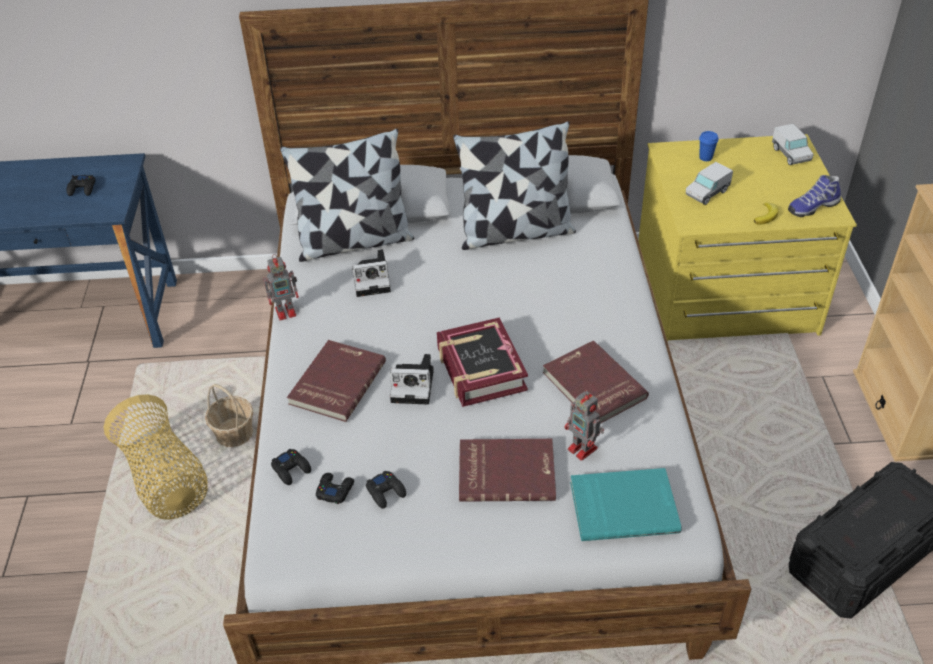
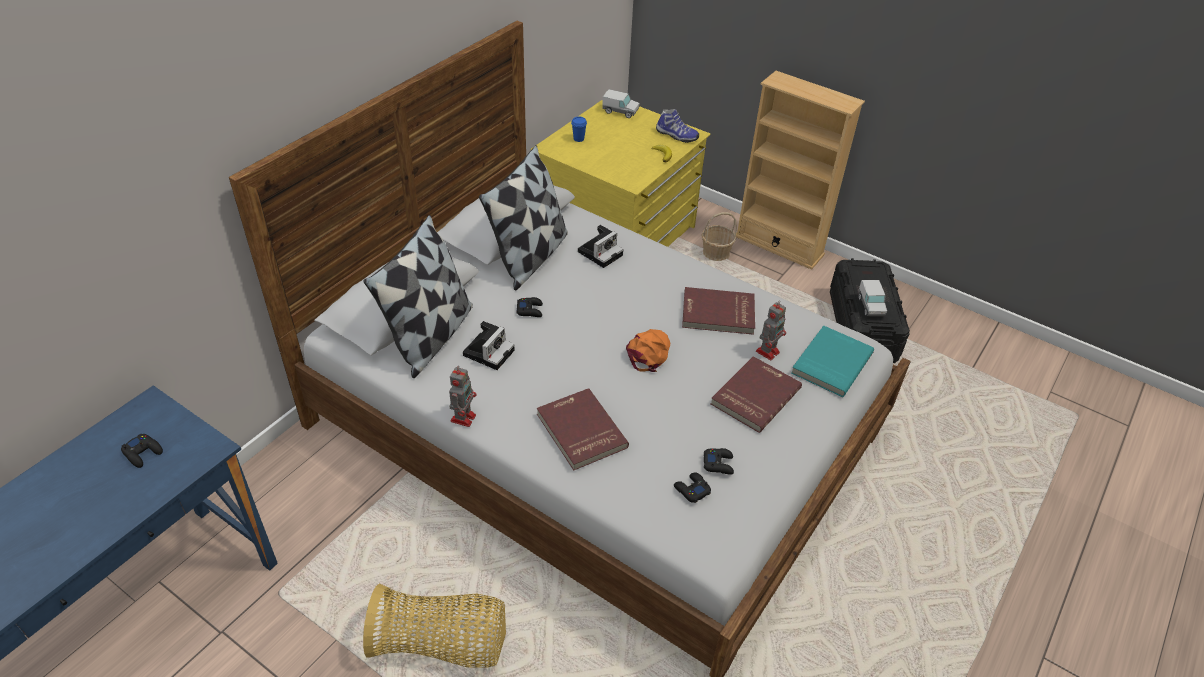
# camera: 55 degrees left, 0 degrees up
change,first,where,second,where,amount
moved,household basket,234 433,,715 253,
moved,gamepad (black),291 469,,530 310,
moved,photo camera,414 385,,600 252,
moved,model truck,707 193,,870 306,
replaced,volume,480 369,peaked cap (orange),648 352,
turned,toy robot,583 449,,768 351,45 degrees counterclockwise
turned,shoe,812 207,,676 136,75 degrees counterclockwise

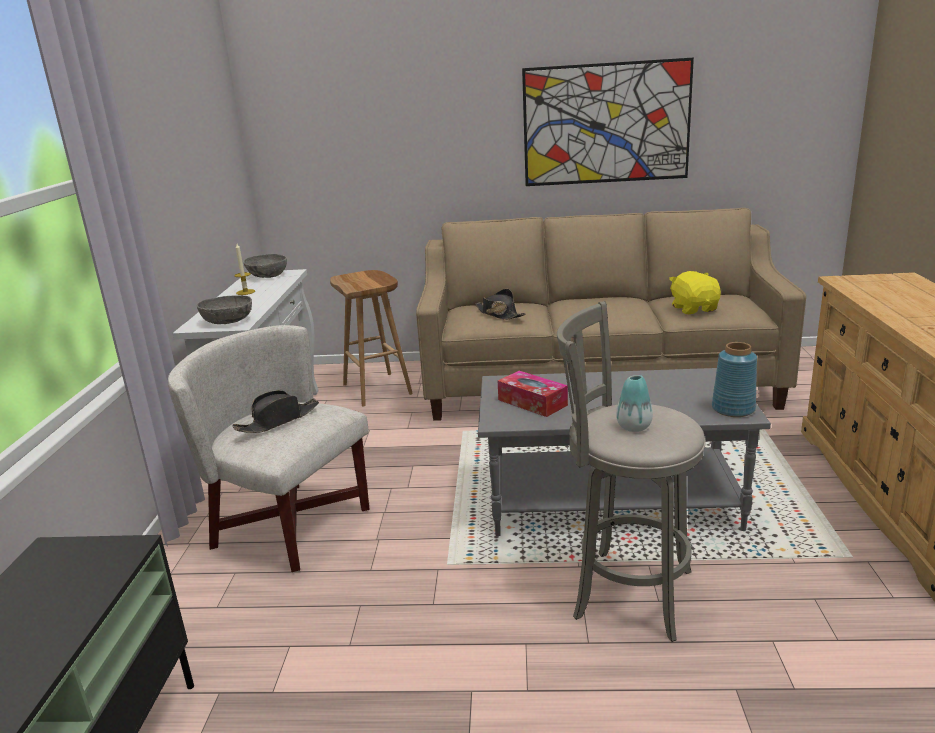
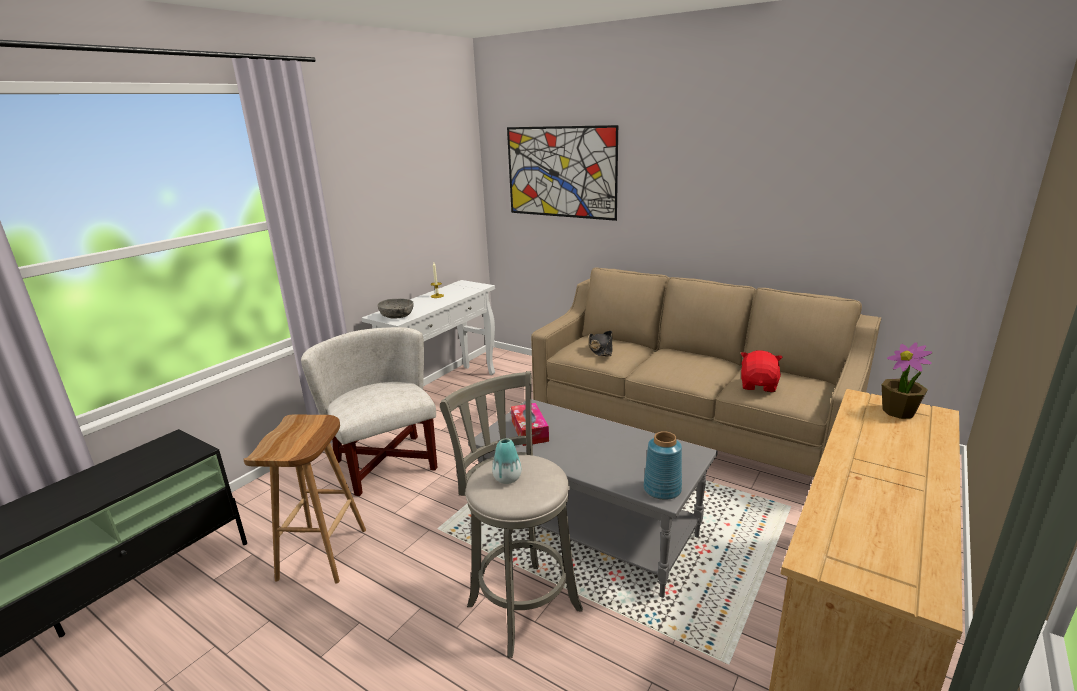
# camera: 30 degrees right, 0 degrees up
change,first,where,second,where,amount
removed,clothing hat (black),278 420,,,
removed,bowl (grey),267 275,,,
added,,,potted plant,899 412,
moved,sitting stool (brown),378 389,,323 555,
moved,wall art,606 124,,560 172,
recoloured,soft toy (yellow-coloured),694 309,soft toy (red),759 385,

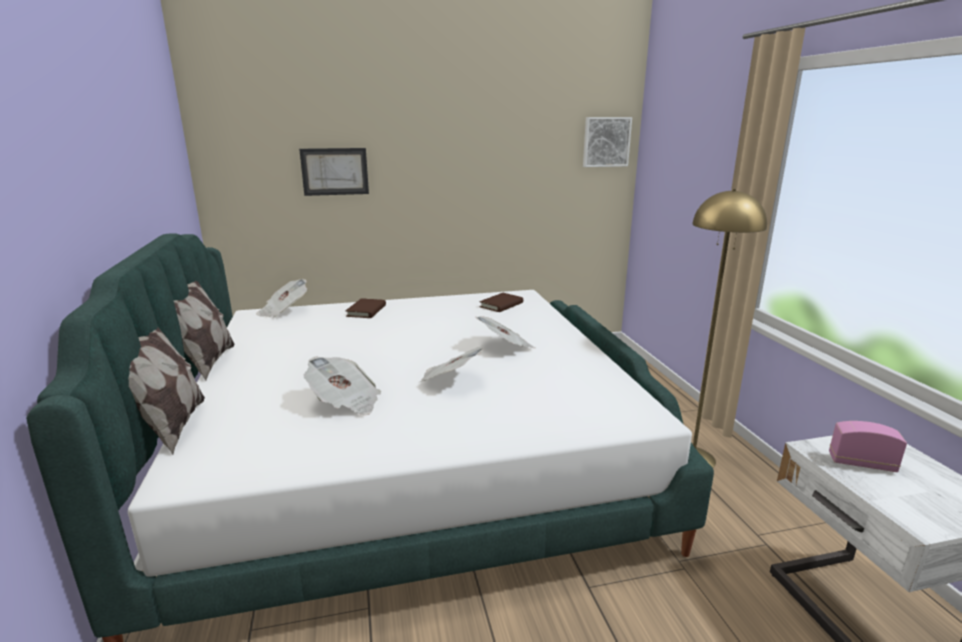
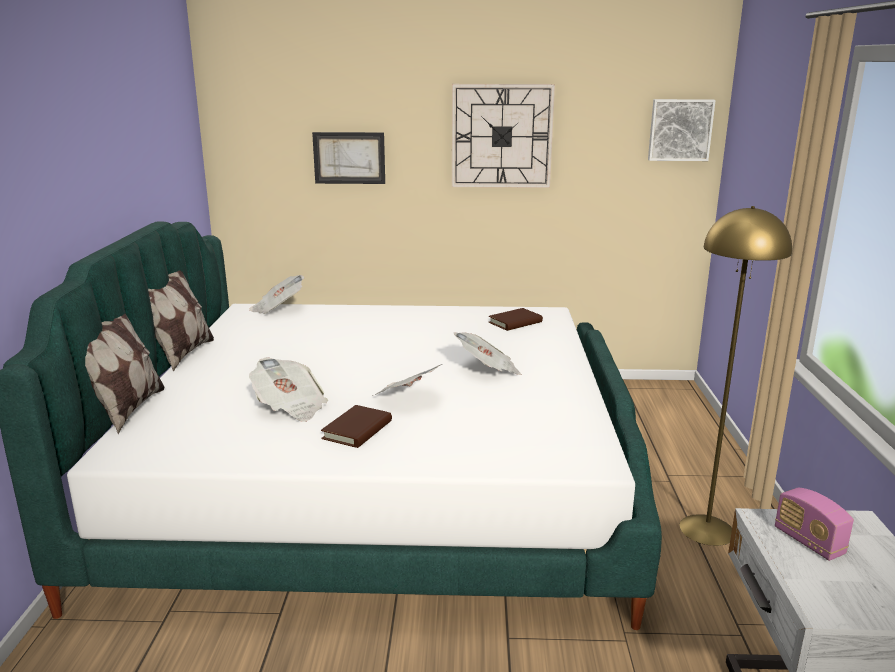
# camera: 15 degrees right, 0 degrees up
change,first,where,second,where,amount
added,,,clock on the wall,501 136,
moved,volume (brown),366 311,,357 430,
turned,radio,861 463,,808 542,150 degrees counterclockwise

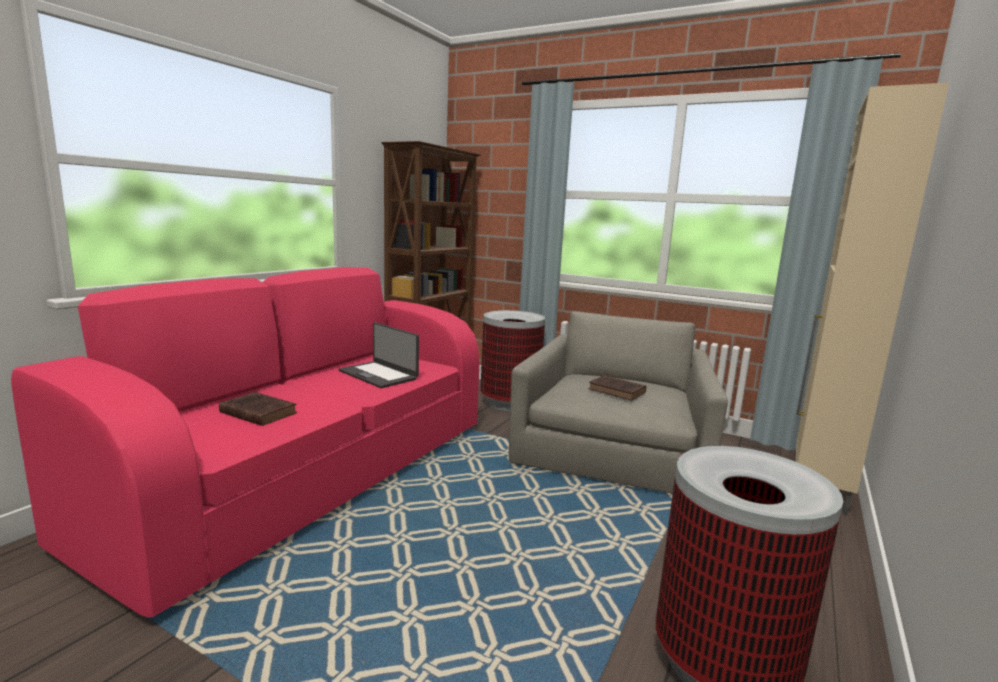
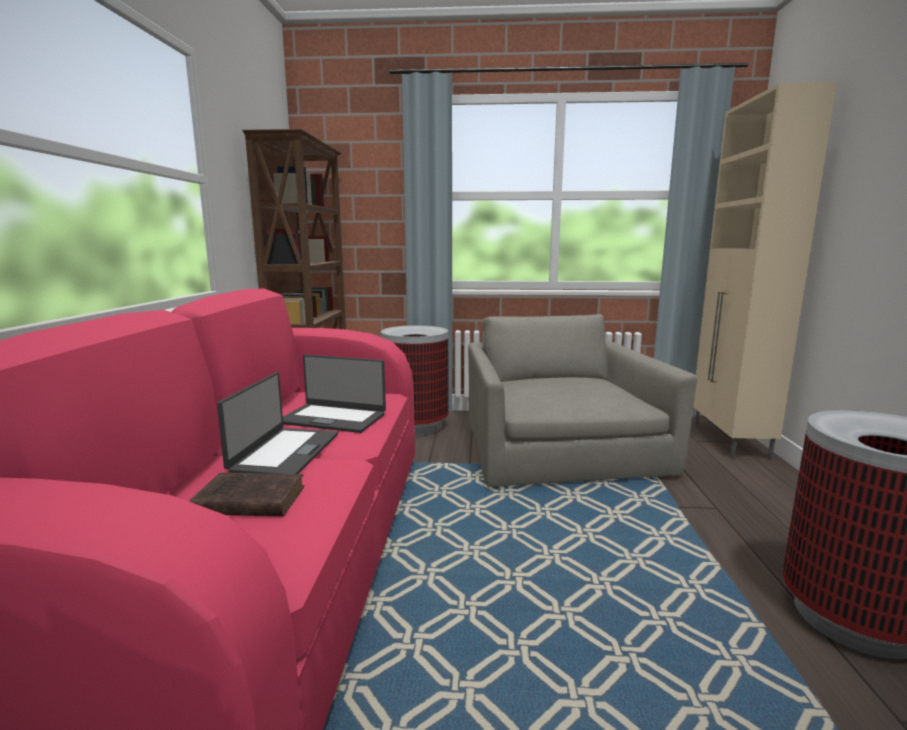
# camera: 25 degrees left, 0 degrees up
change,first,where,second,where,amount
removed,volume (brown),618 391,,,
added,,,notebook computer,284 452,

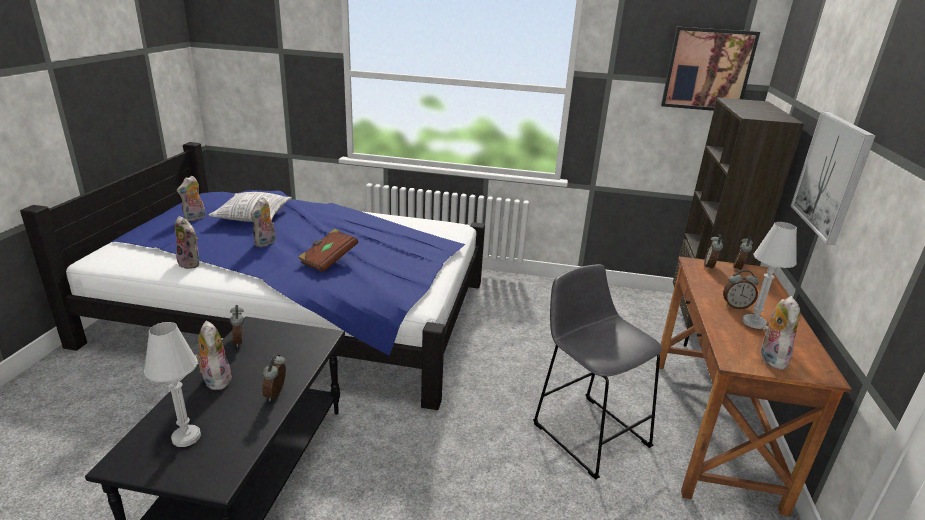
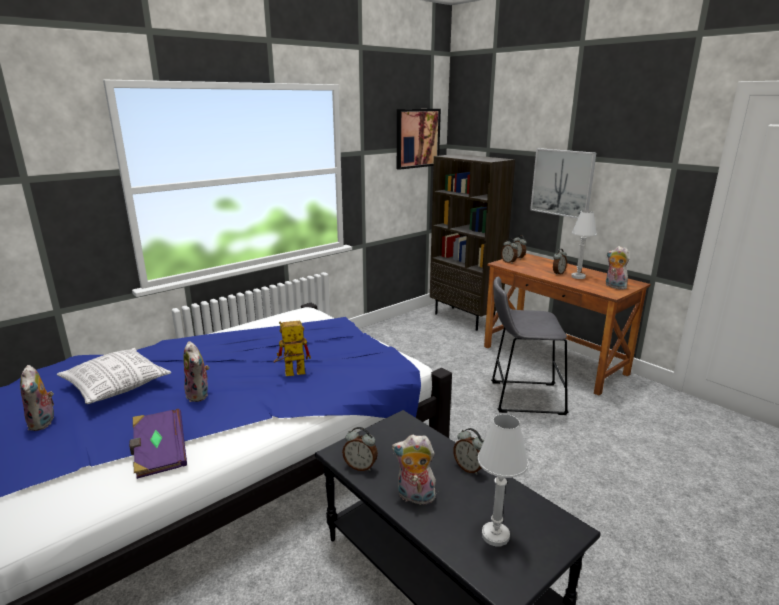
# camera: 50 degrees left, 5 degrees down
change,first,where,second,where,amount
replaced,soft toy,191 263,volume (purple-coloured),159 454,
replaced,volume (brown),328 260,toy robot,290 374,

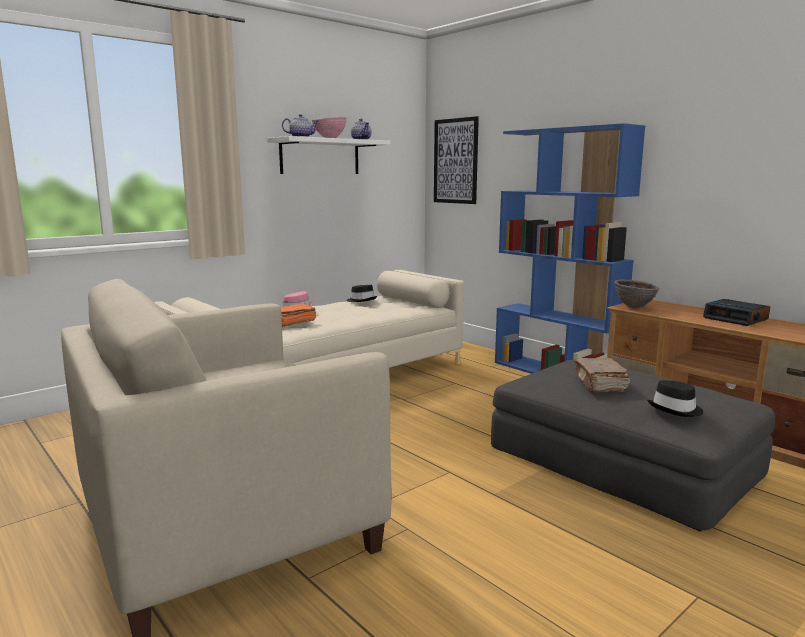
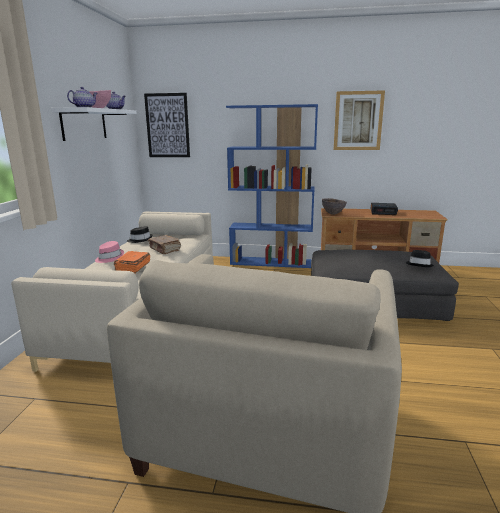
# camera: 40 degrees left, 5 degrees up
change,first,where,second,where,amount
added,,,wall art,358 121,
moved,volume (brown),600 384,,165 249,

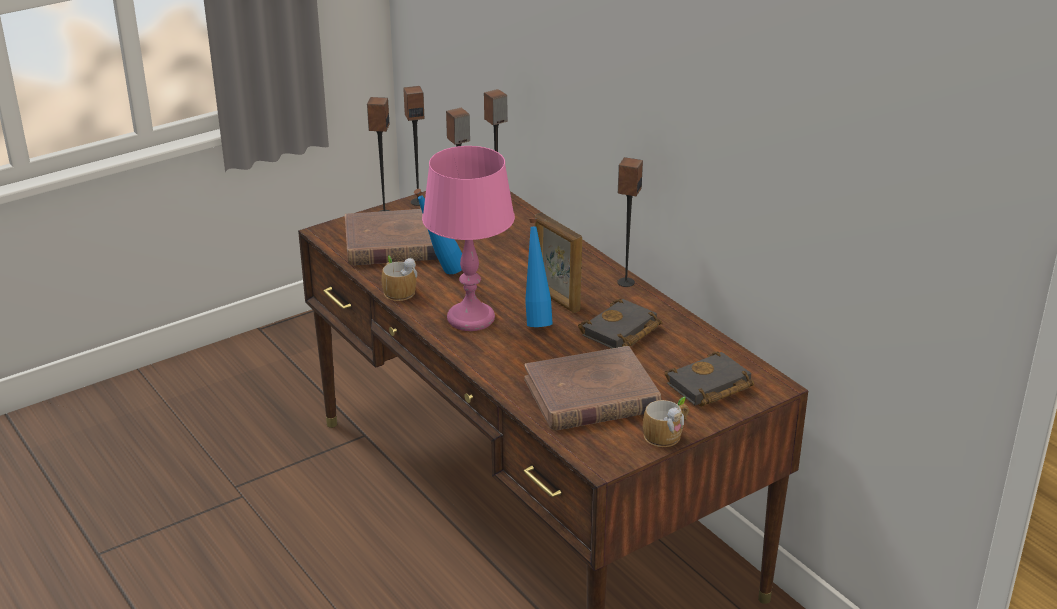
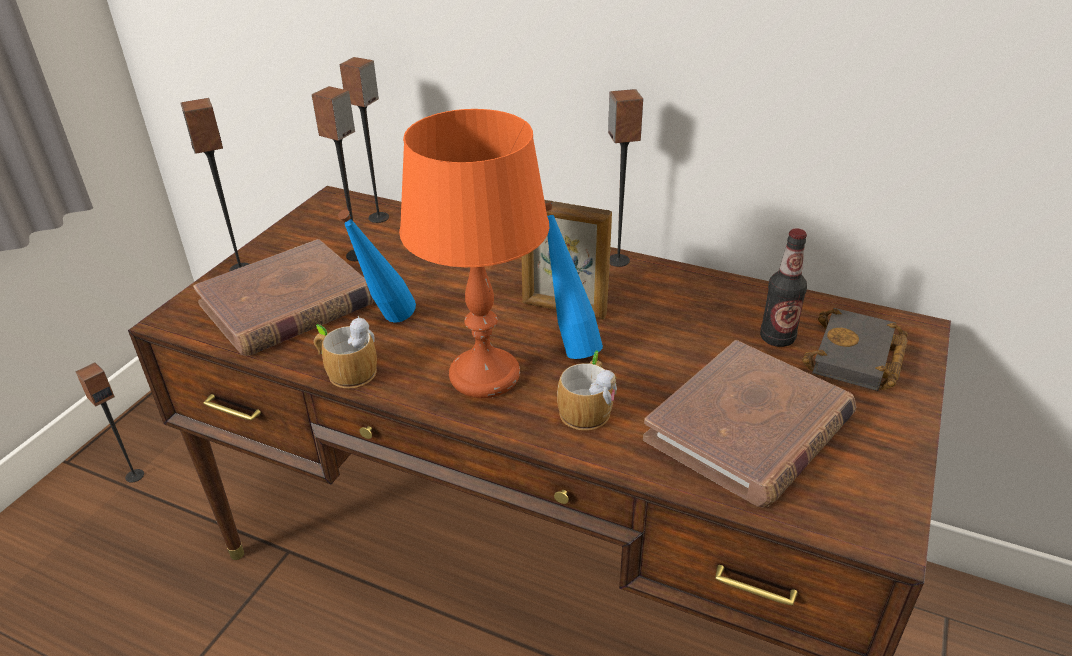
# camera: 30 degrees left, 5 degrees up
change,first,where,second,where,amount
removed,volume (black),621 332,,,
added,,,beverage bottle,777 338,
moved,speaker,418 202,,134 475,
moved,coffee mug,667 434,,588 407,
recoloured,table lamp (pink),471 319,table lamp (orange),485 376,

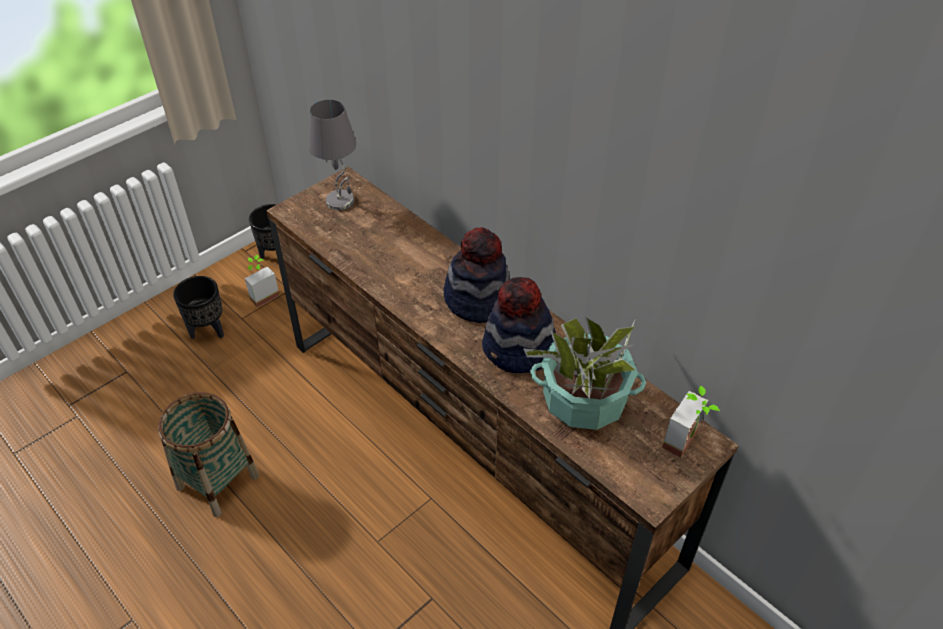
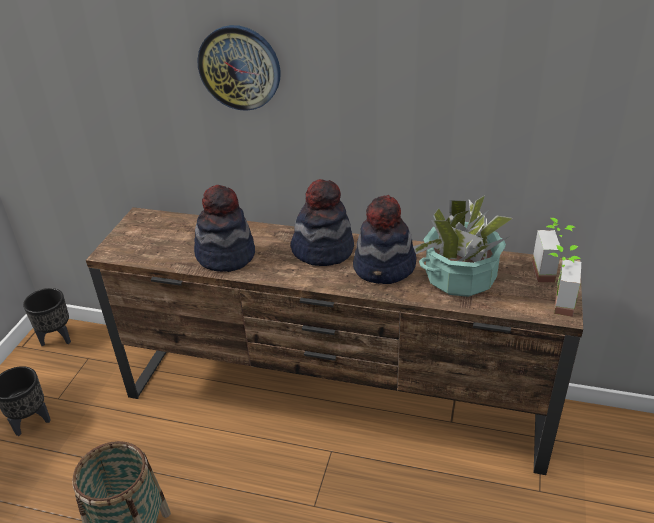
# camera: 30 degrees left, 10 degrees down
change,first,where,second,where,amount
removed,table lamp (grey),341 201,,,
added,,,clothing hat,225 255,
added,,,clock on the wall,239 68,
moved,potted plant,262 294,,556 302,

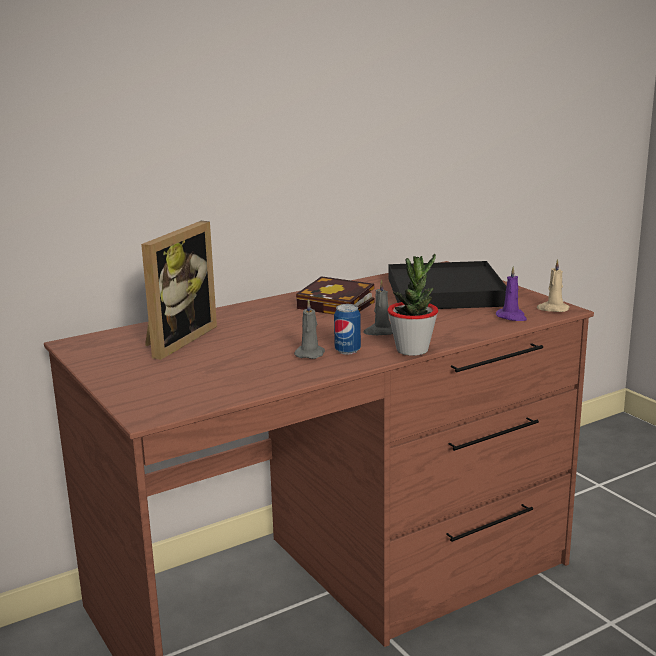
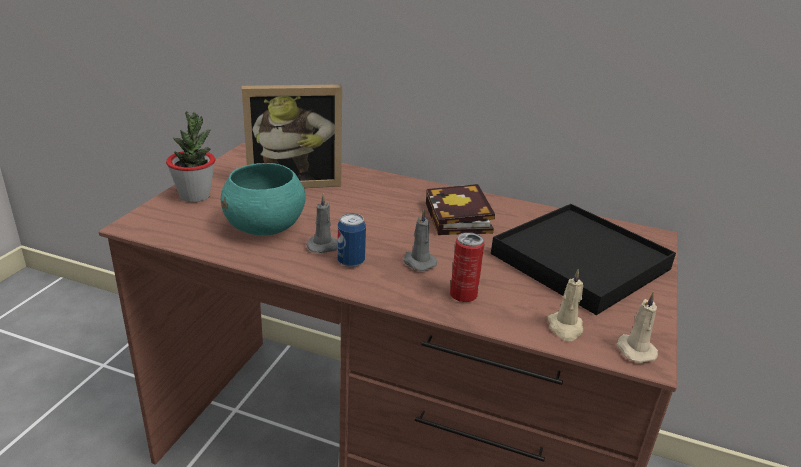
# camera: 50 degrees right, 10 degrees up
change,first,where,second,where,amount
added,,,bowl (turquoise),266 228,
added,,,metal can,463 295,
moved,potted plant,412 350,,195 196,
recoloured,wax candle (purple-coloured),512 317,wax candle (sand-coloured),565 328,

